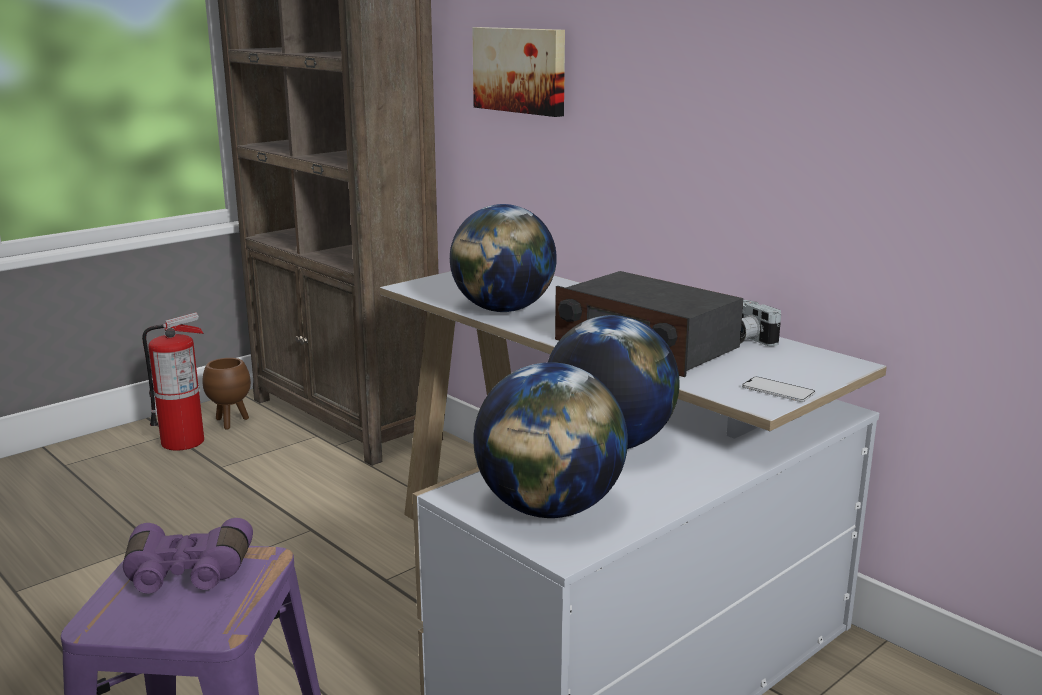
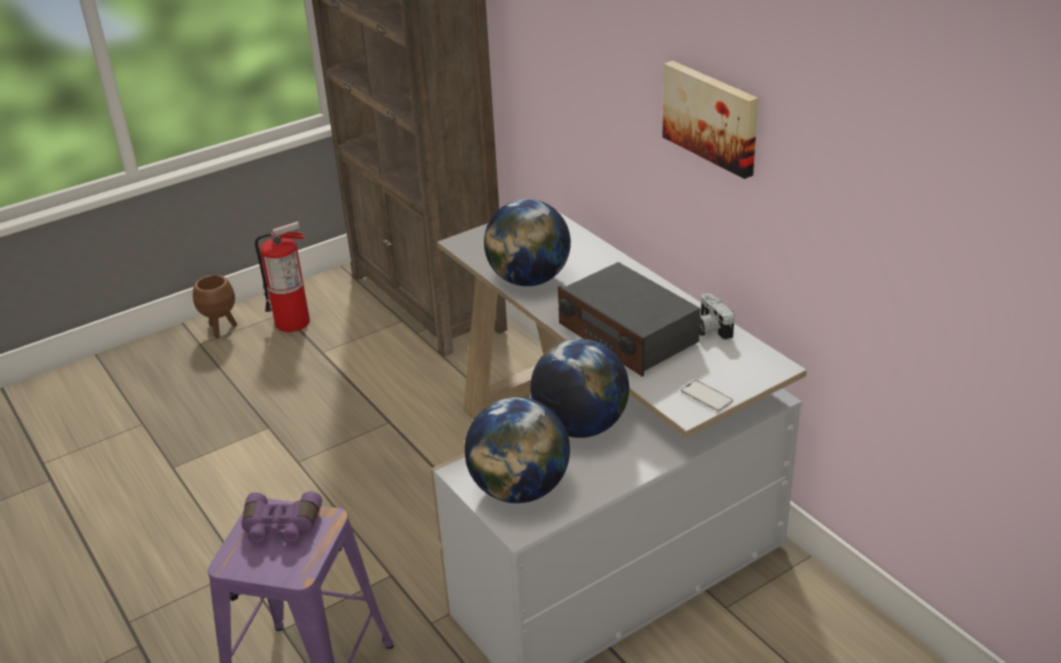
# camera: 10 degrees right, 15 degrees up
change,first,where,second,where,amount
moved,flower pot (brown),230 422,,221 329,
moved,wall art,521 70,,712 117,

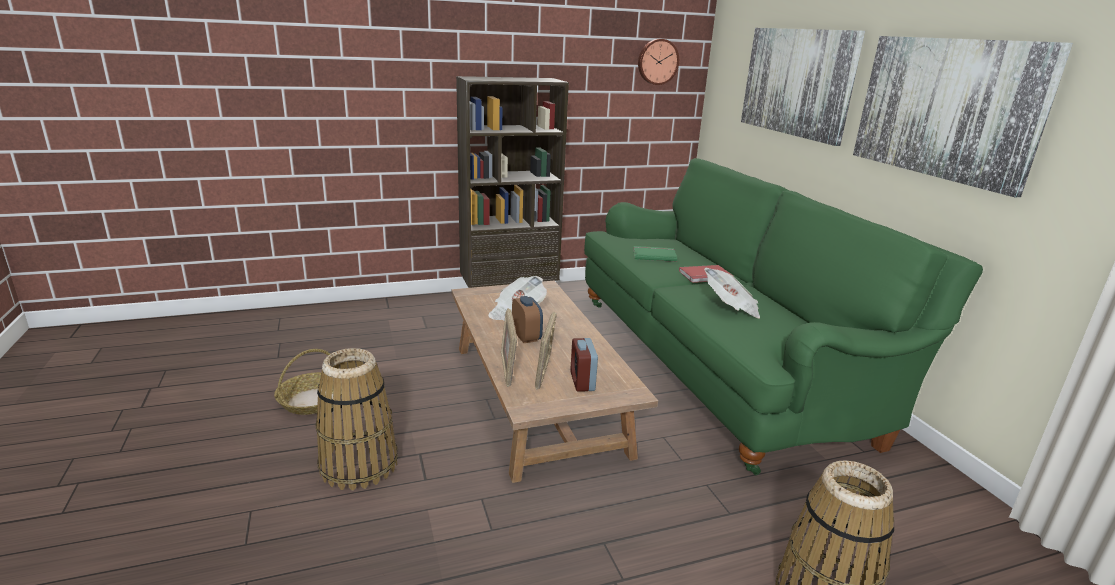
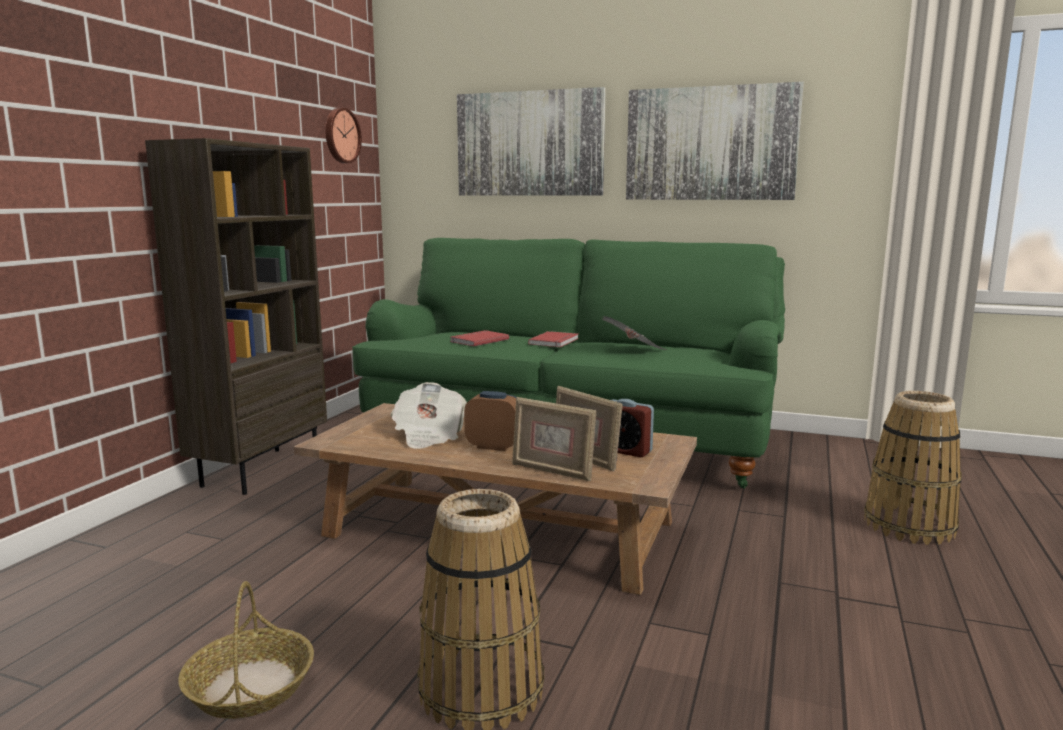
# camera: 50 degrees left, 10 degrees down
change,first,where,second,where,amount
recoloured,volume (green-coloured),654 255,volume (red),478 340,

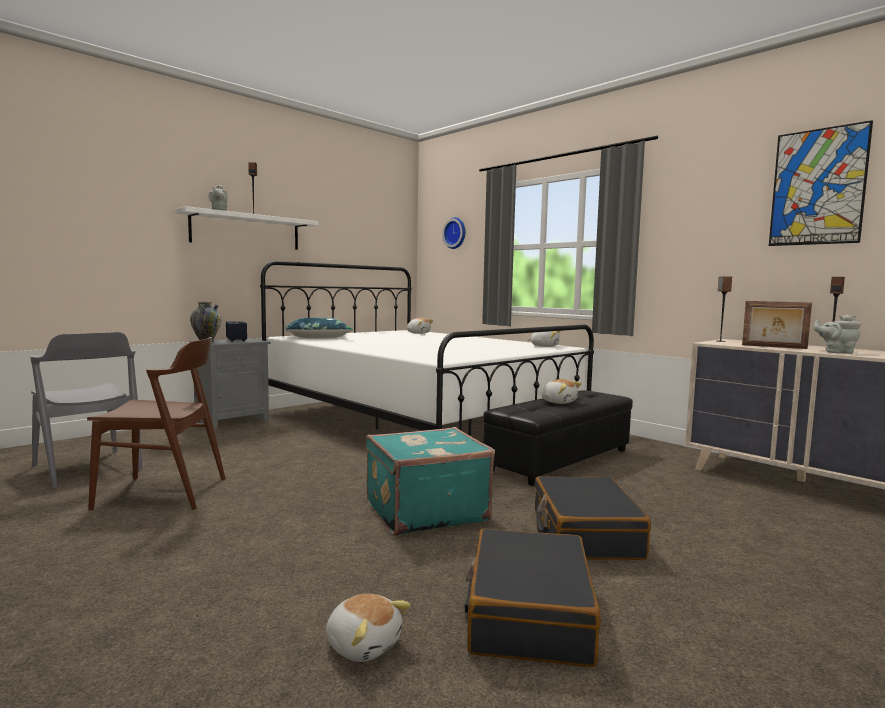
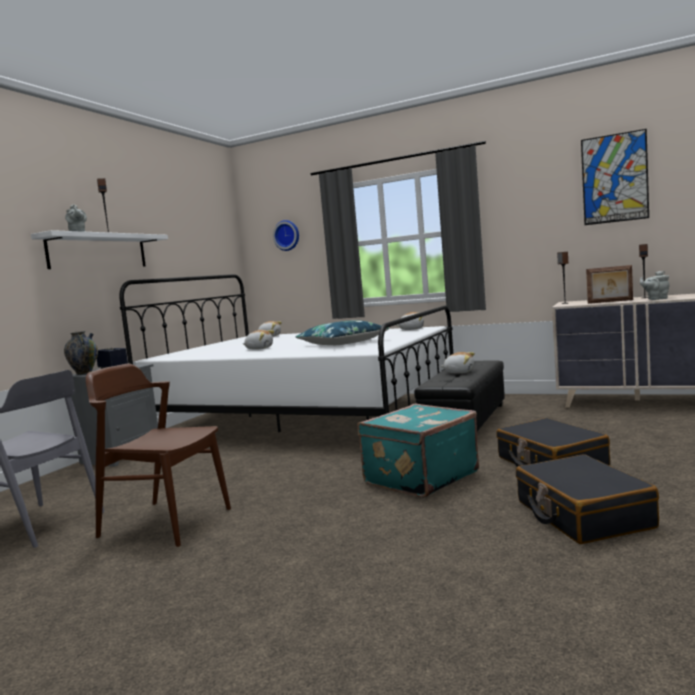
# camera: 20 degrees left, 0 degrees up
change,first,where,second,where,amount
moved,pillow (blue-coloured),318 337,,342 343,
moved,soft toy,363 644,,259 348,
turned,upright chair (brown),163 493,,165 522,135 degrees counterclockwise

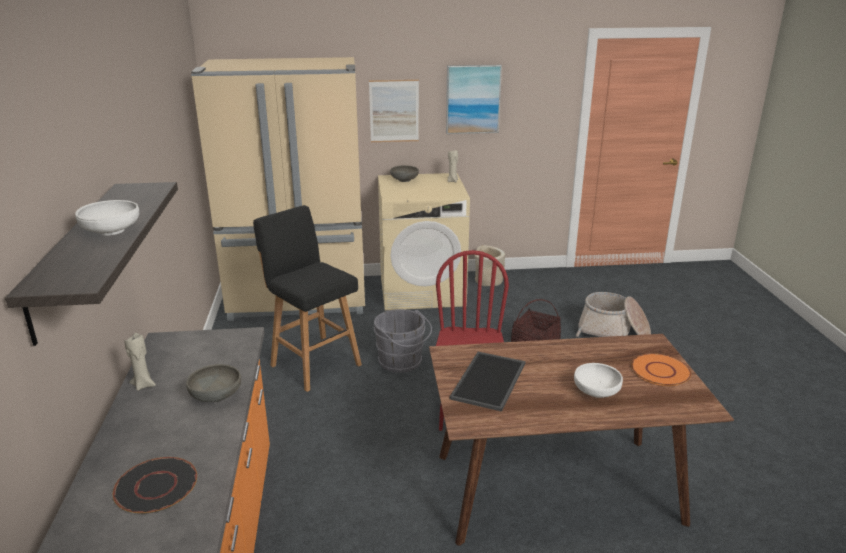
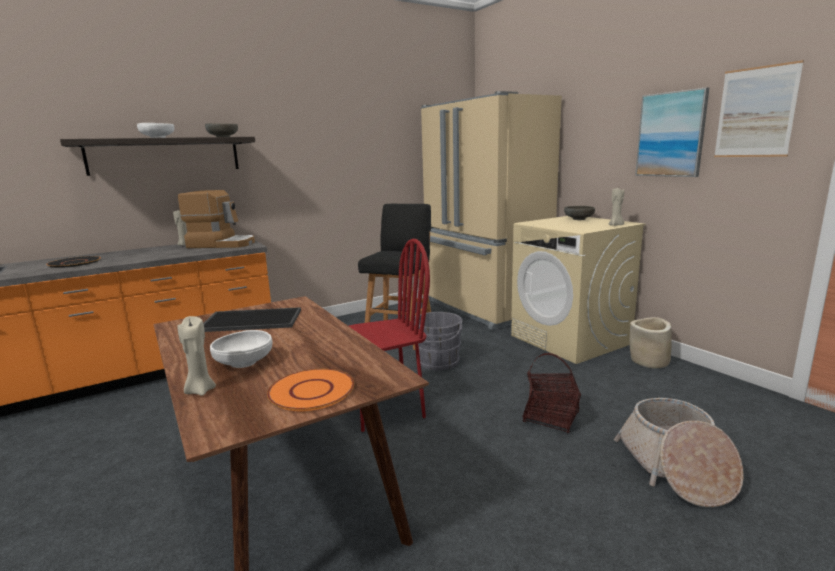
# camera: 65 degrees right, 10 degrees down
change,first,where,second,where,amount
added,,,wax candle (sand-coloured),200 391,
added,,,coffee maker,222 244,
moved,bowl (grey),216 395,,223 137,
moved,wall art,394 111,,755 112,

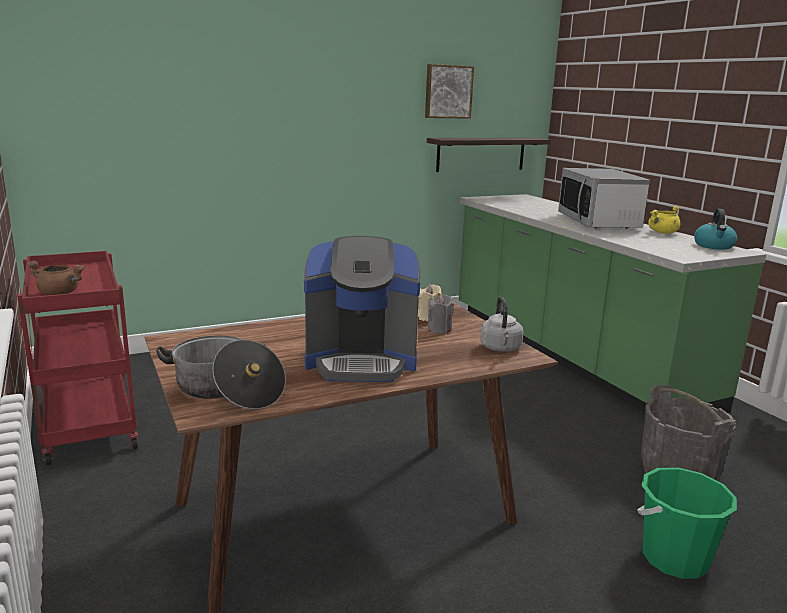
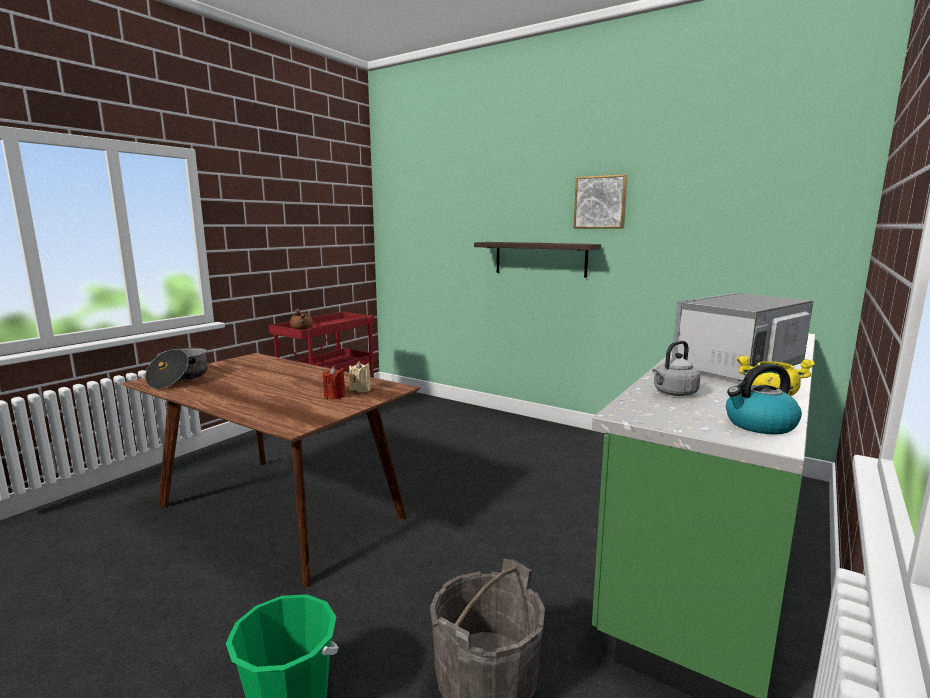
# camera: 60 degrees right, 5 degrees down
change,first,where,second,where,amount
removed,coffee maker,361 361,,,
moved,wall art,448 91,,600 202,
moved,shelf,481 154,,540 259,
moved,kettle (grey),500 349,,673 393,
recoloured,wax candle (grey),439 329,wax candle (red),334 396,

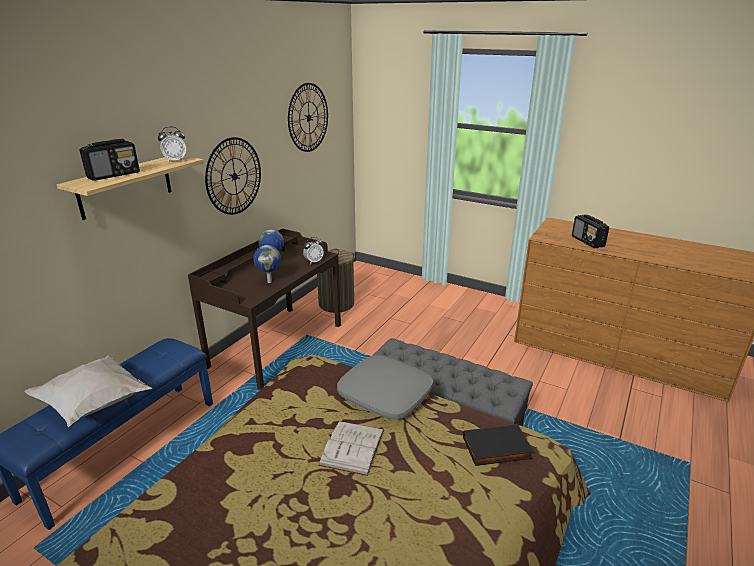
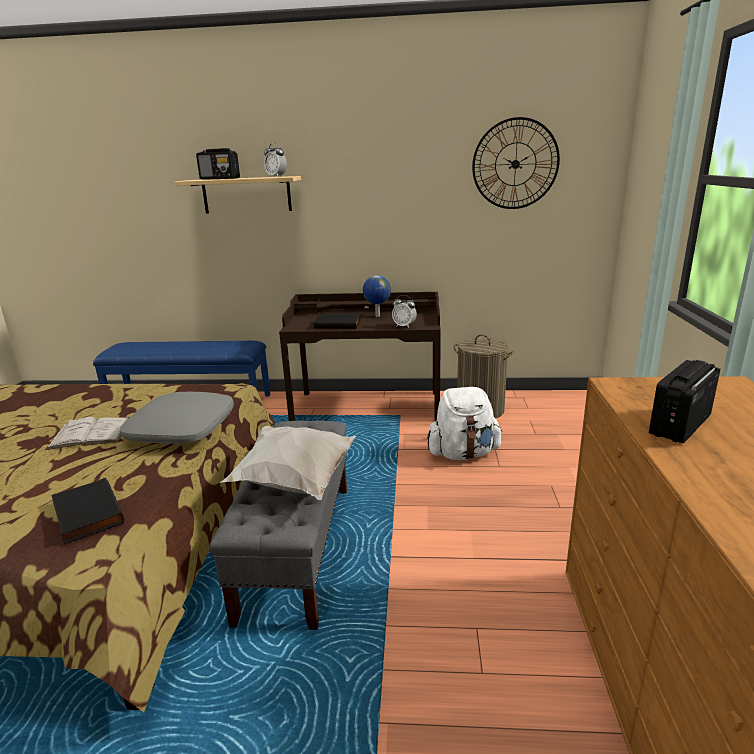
# camera: 65 degrees right, 5 degrees down
change,first,where,second,where,amount
removed,clock on the wall,234 176,,,
added,,,backpack (whitish),463 454,
moved,pillow (whitish),96 405,,294 483,
replaced,desk globe,269 281,volume (black),338 324,

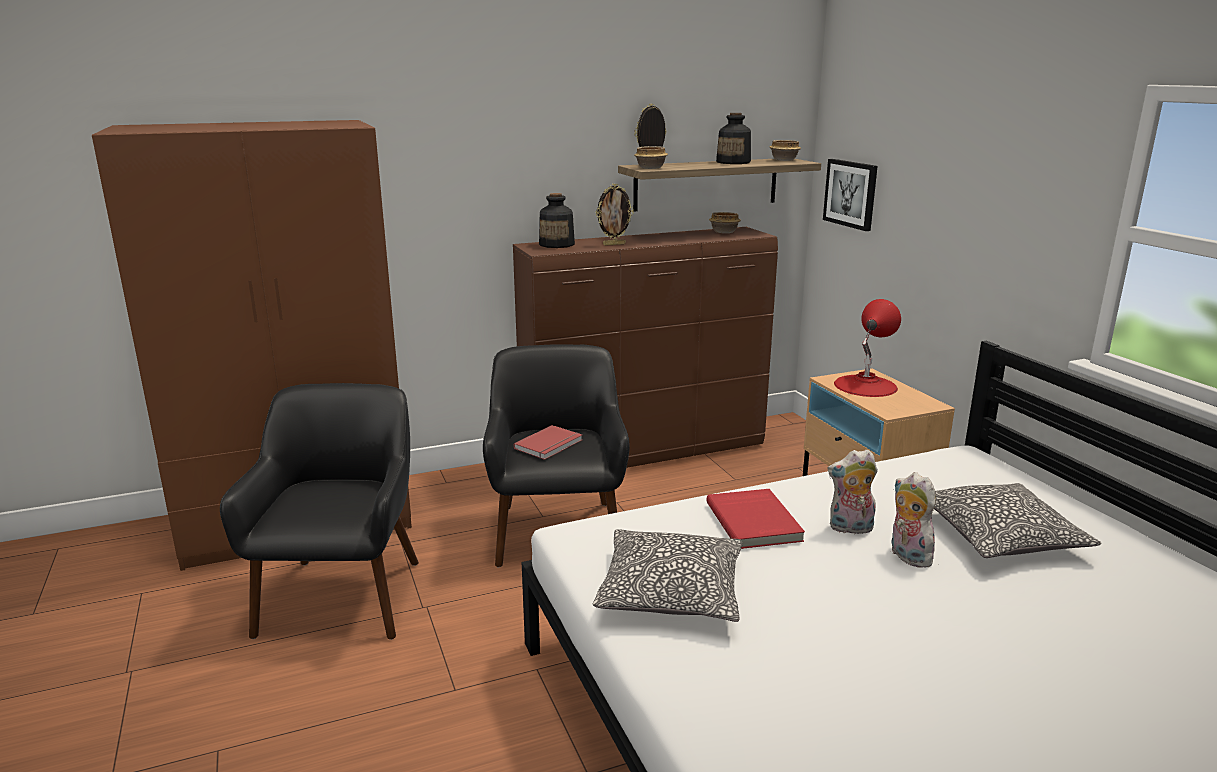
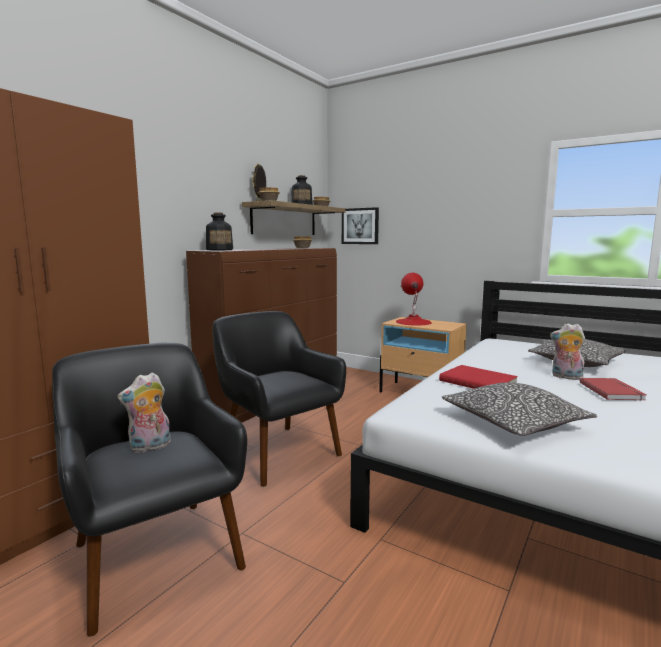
# camera: 35 degrees left, 10 degrees down
change,first,where,second,where,amount
removed,picture frame,614 244,,,
moved,volume (red),550 445,,612 391,
moved,soft toy,850 529,,150 447,

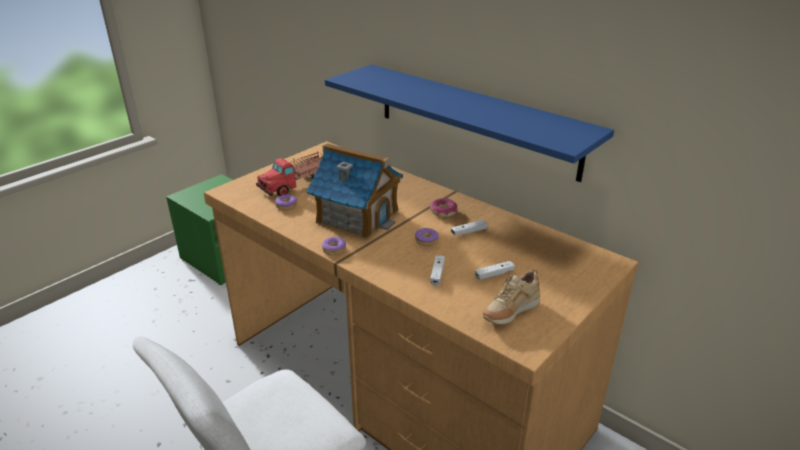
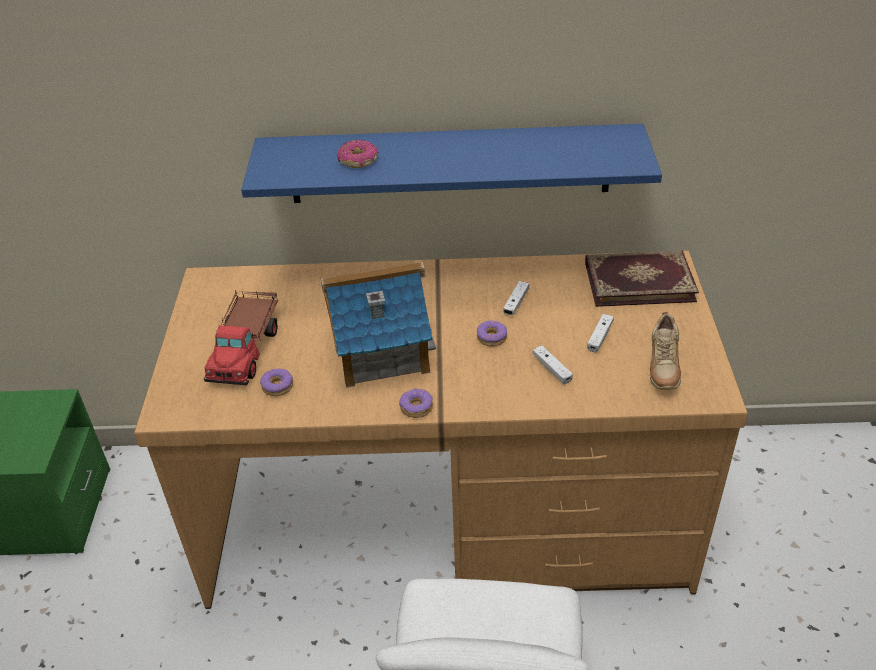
# camera: 40 degrees left, 10 degrees up
change,first,where,second,where,amount
added,,,volume,638 281,
moved,ring doughnut,443 212,,358 160,

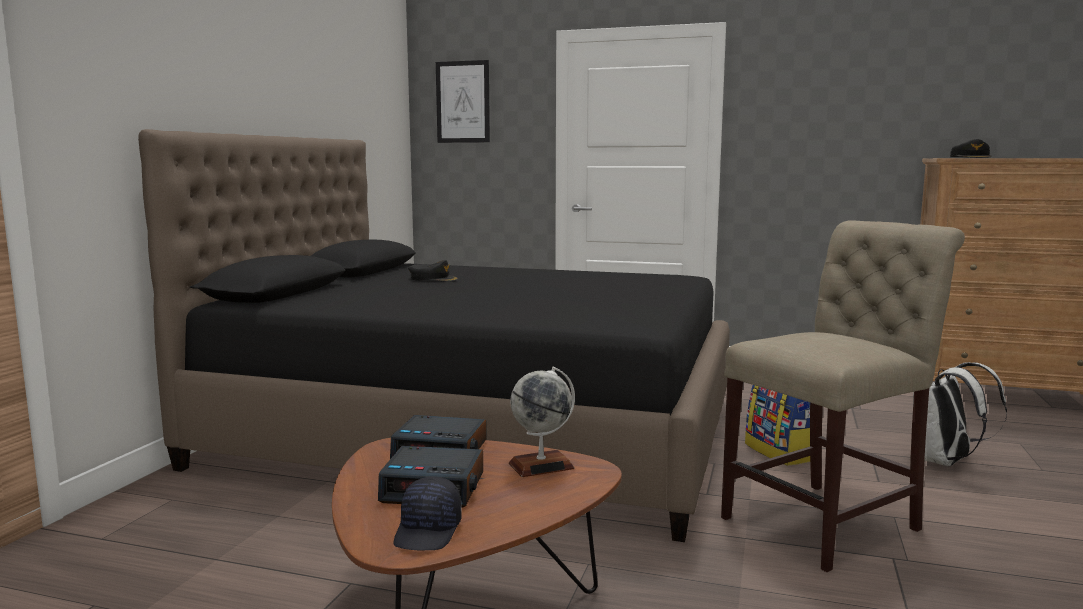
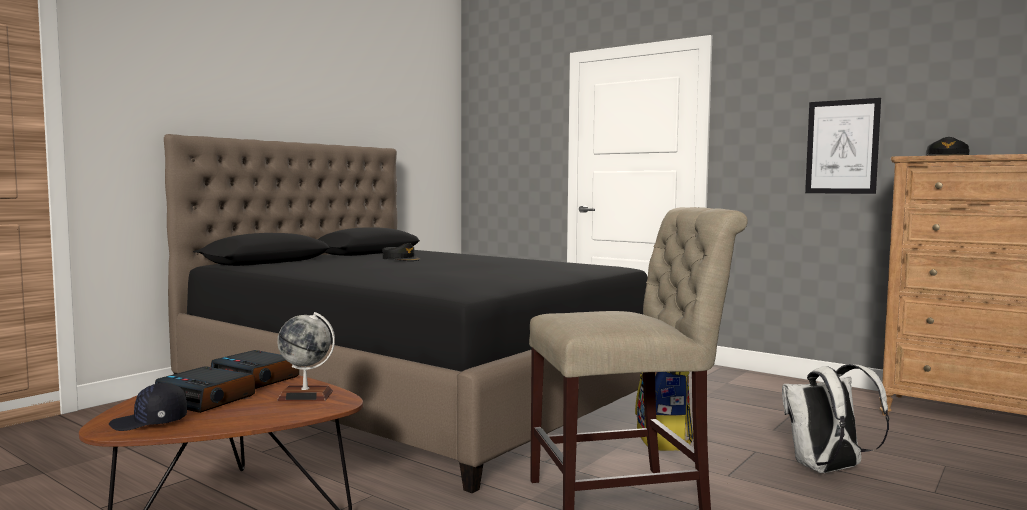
# camera: 20 degrees right, 5 degrees down
change,first,where,second,where,amount
moved,wall art,463 102,,842 147,
turned,peaked cap (black),429 531,,149 422,45 degrees clockwise

